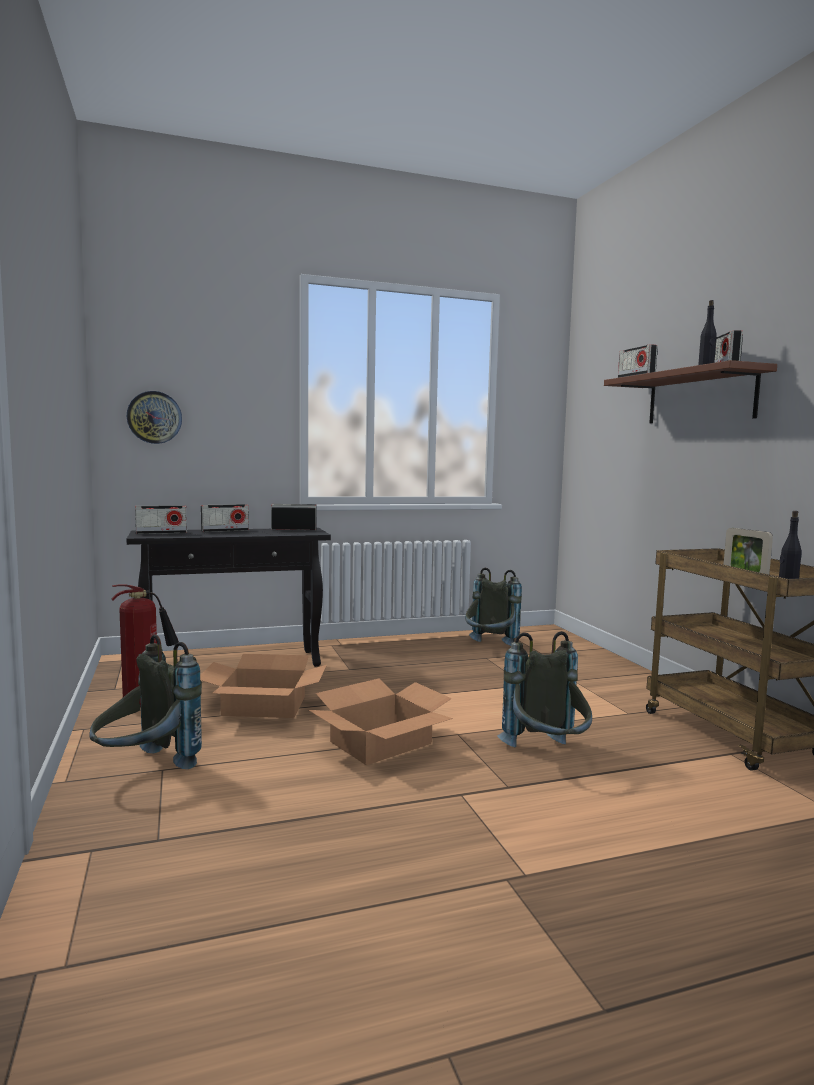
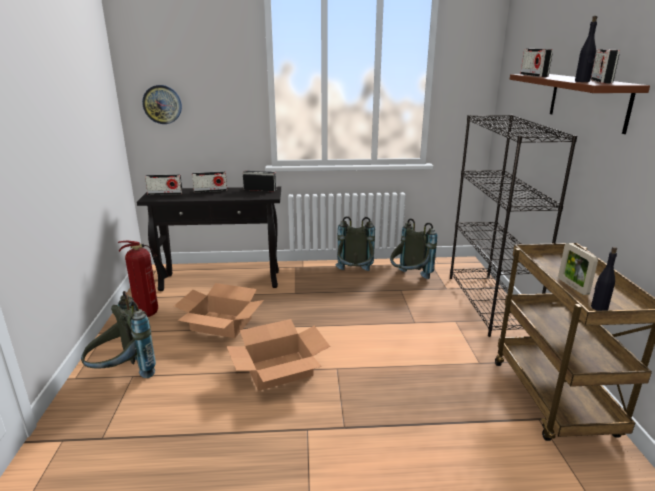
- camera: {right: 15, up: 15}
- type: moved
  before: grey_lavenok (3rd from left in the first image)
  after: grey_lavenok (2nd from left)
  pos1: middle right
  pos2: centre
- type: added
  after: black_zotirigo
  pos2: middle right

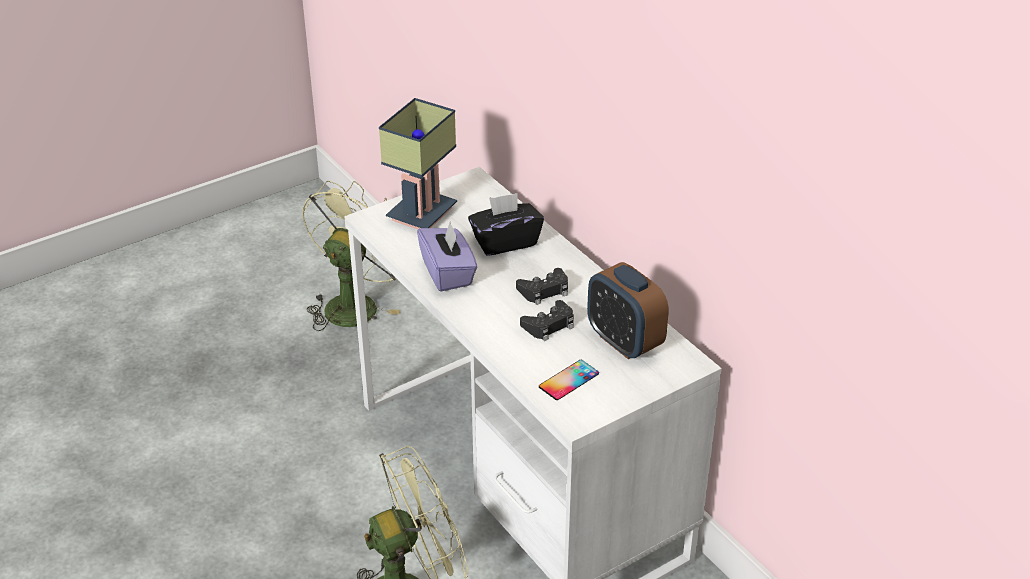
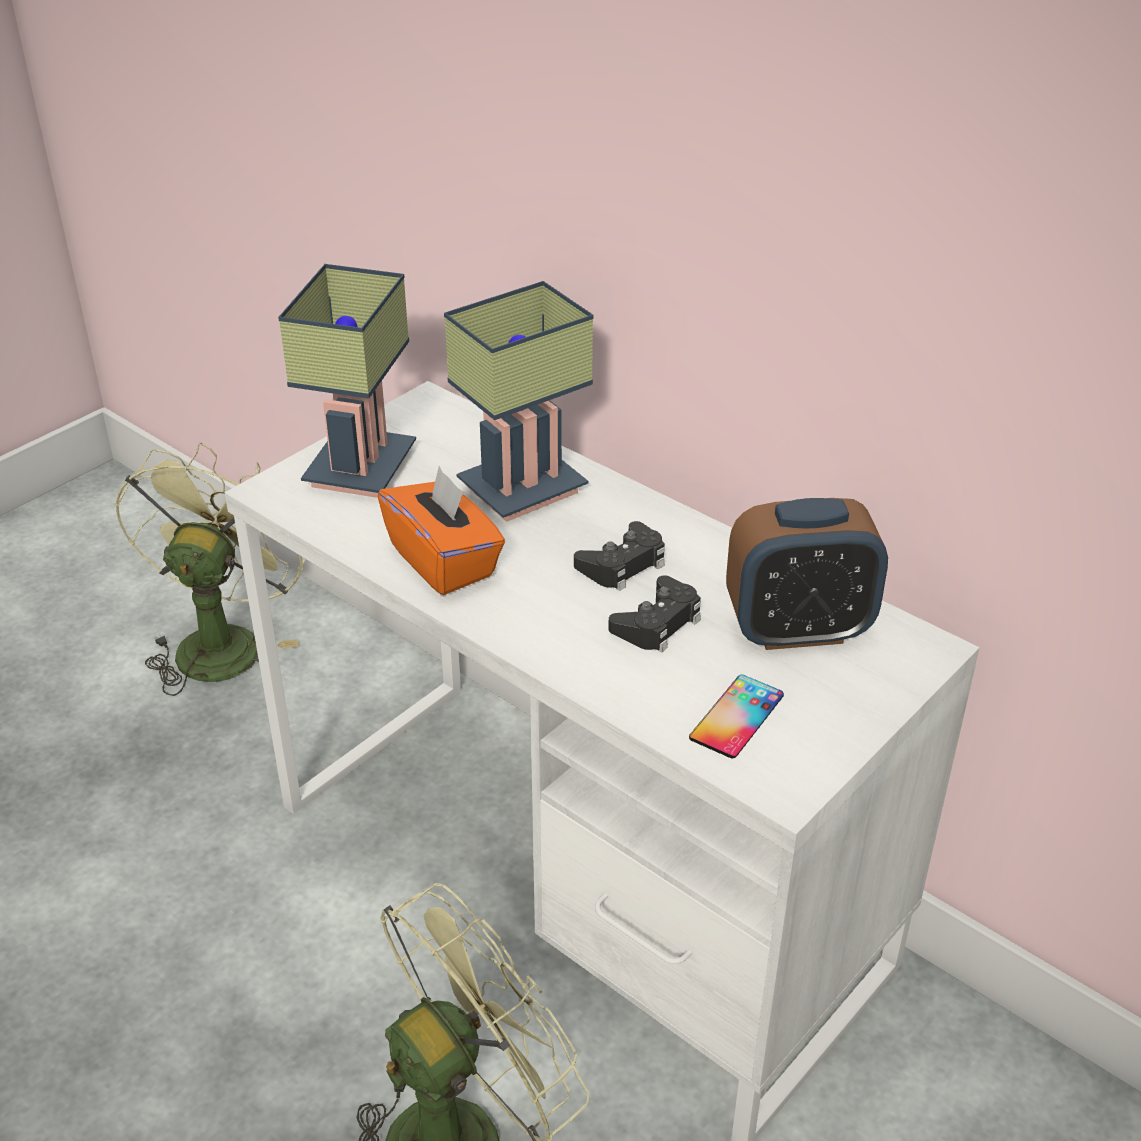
- camera: {right: -15, up: 0}
- type: recoloured
  before: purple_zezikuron
  after: orange_zezikuron
  pos1: centre
  pos2: centre
- type: replaced
  before: black_zezikuron
  after: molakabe (2nd from left)
  pos1: centre
  pos2: centre
- type: turned
  before: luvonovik
  pos1: centre
  pos2: middle right
  turn: -45

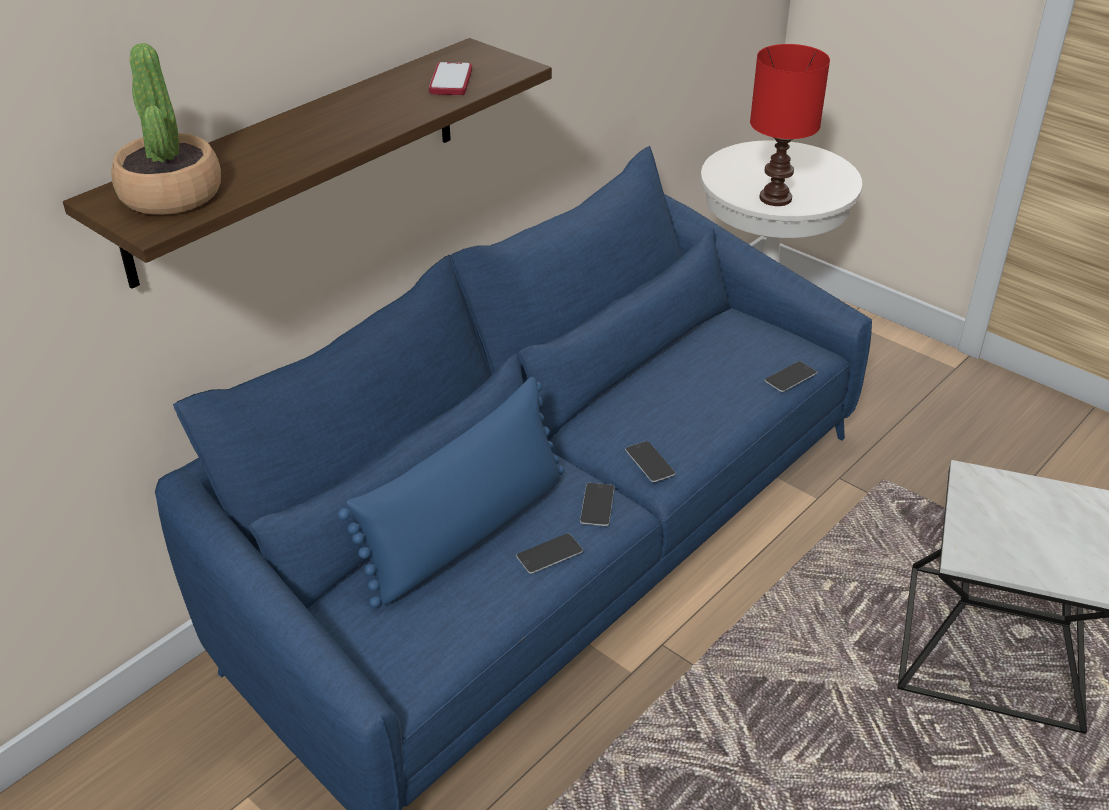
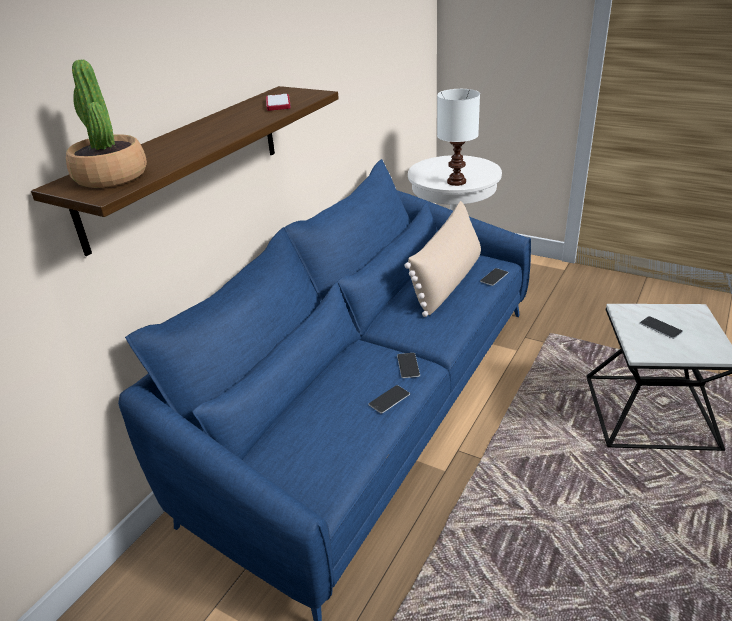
- camera: {right: -10, up: -5}
- type: removed
  before: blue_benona
  pos1: centre
- type: moved
  before: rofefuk (4th from left in the first image)
  after: rofefuk (5th from left)
  pos1: centre
  pos2: middle right
- type: recoloured
  before: red_molakabe
  after: white_molakabe
  pos1: top right
  pos2: top centre
- type: added
  after: beige_benona
  pos2: centre

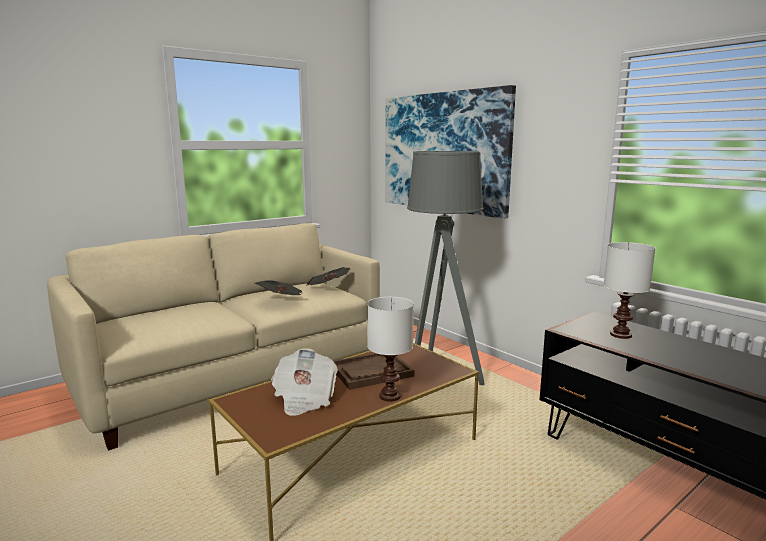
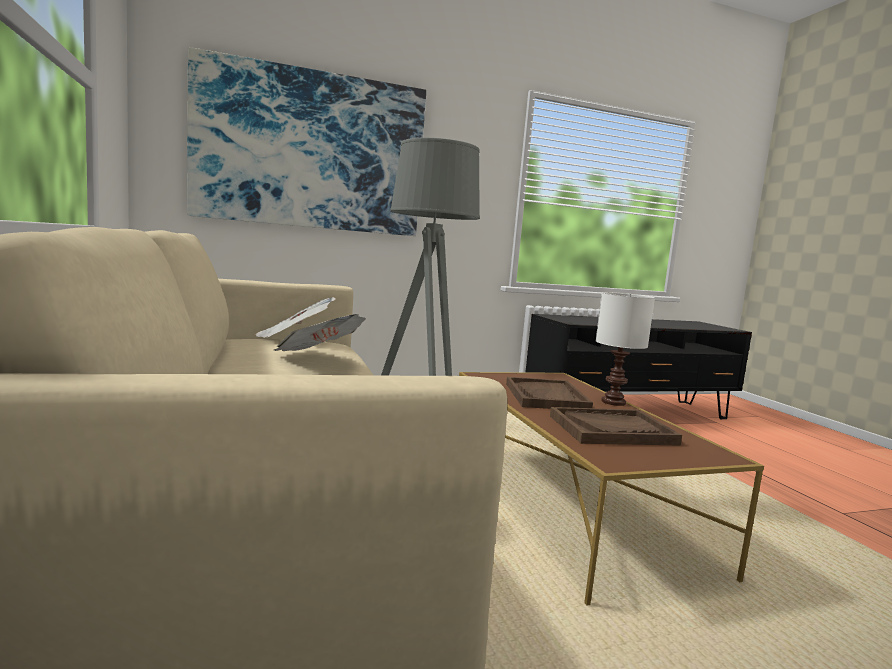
- camera: {right: -70, up: -5}
- type: replaced
  before: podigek (2nd from left)
  after: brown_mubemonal (2nd from left)
  pos1: bottom centre
  pos2: middle right
- type: removed
  before: white_molakabe (2nd from left)
  pos1: middle right

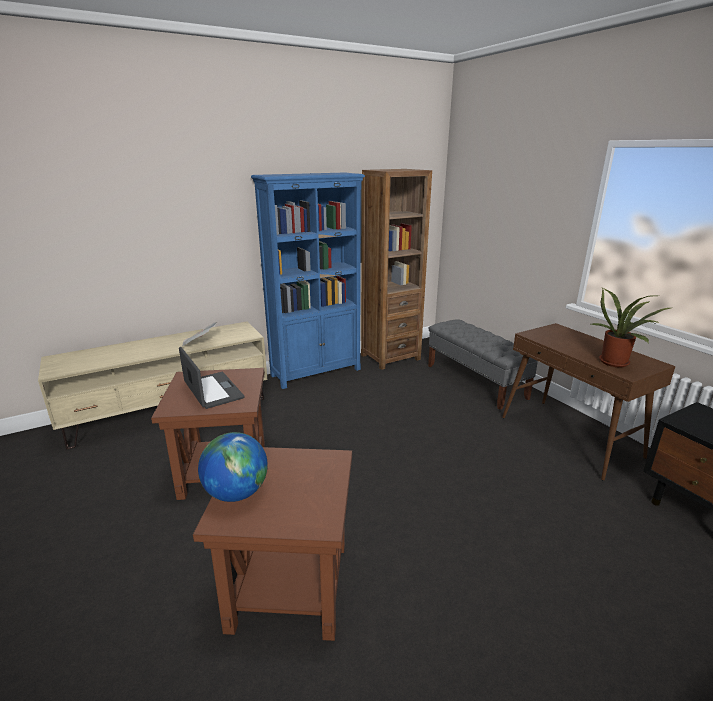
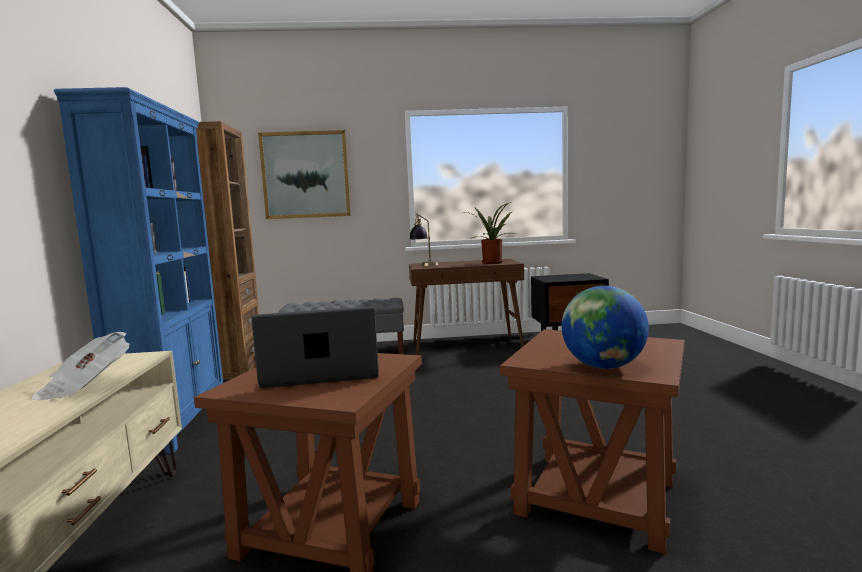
- camera: {right: -65, up: -15}
- type: added
  after: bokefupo
  pos2: top centre
- type: added
  after: molakabe
  pos2: centre

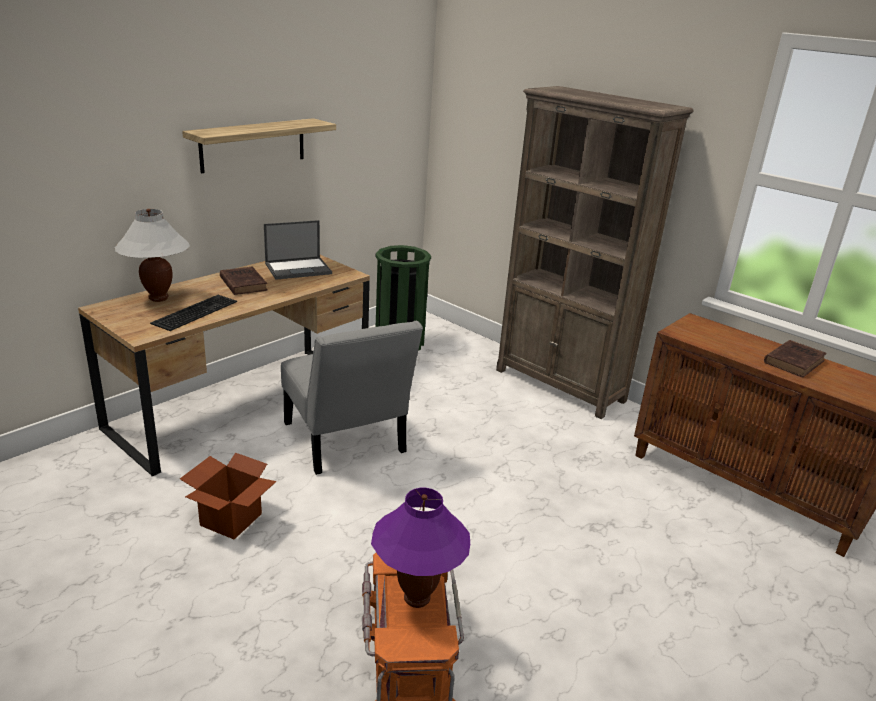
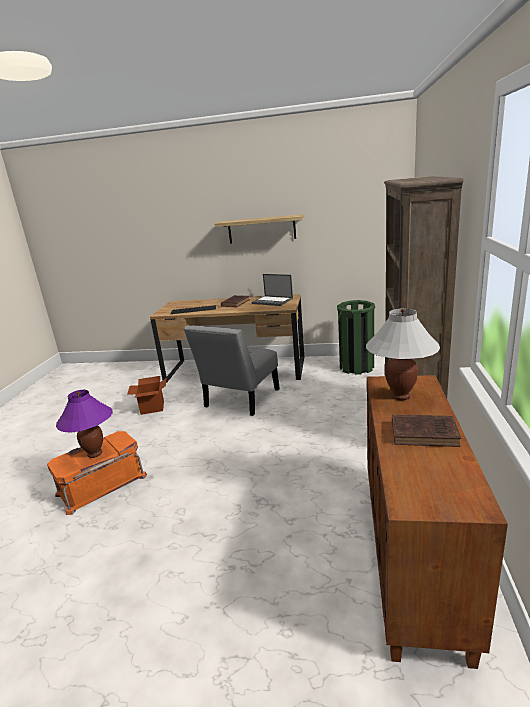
- camera: {right: 60, up: -5}
- type: moved
  before: white_molakabe
  pos1: middle left
  pos2: middle right

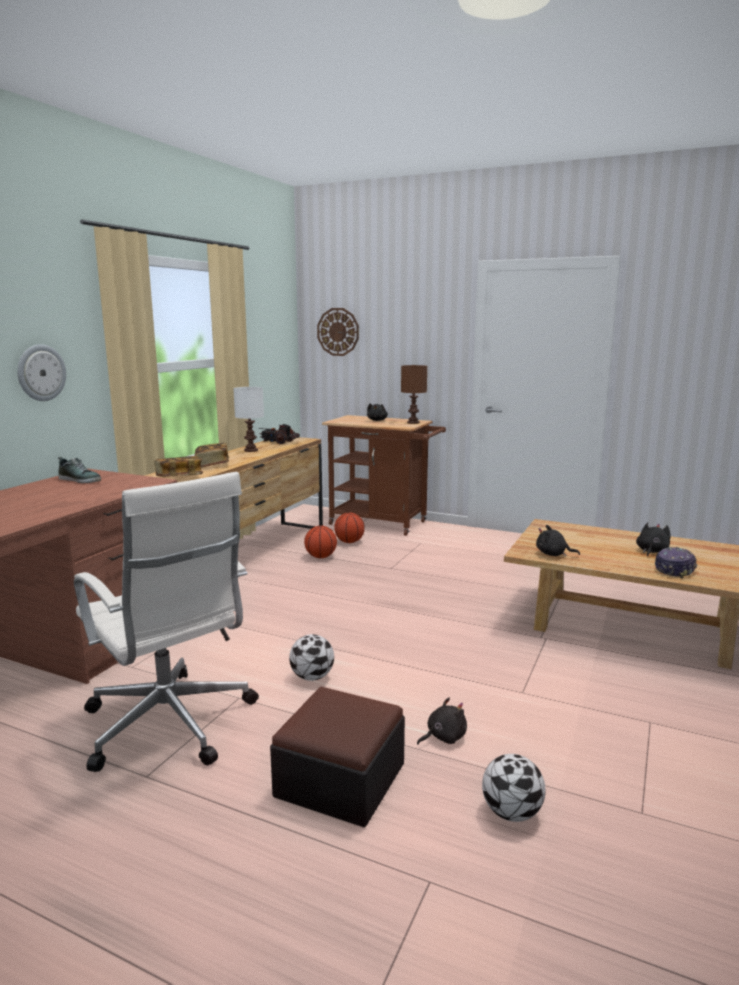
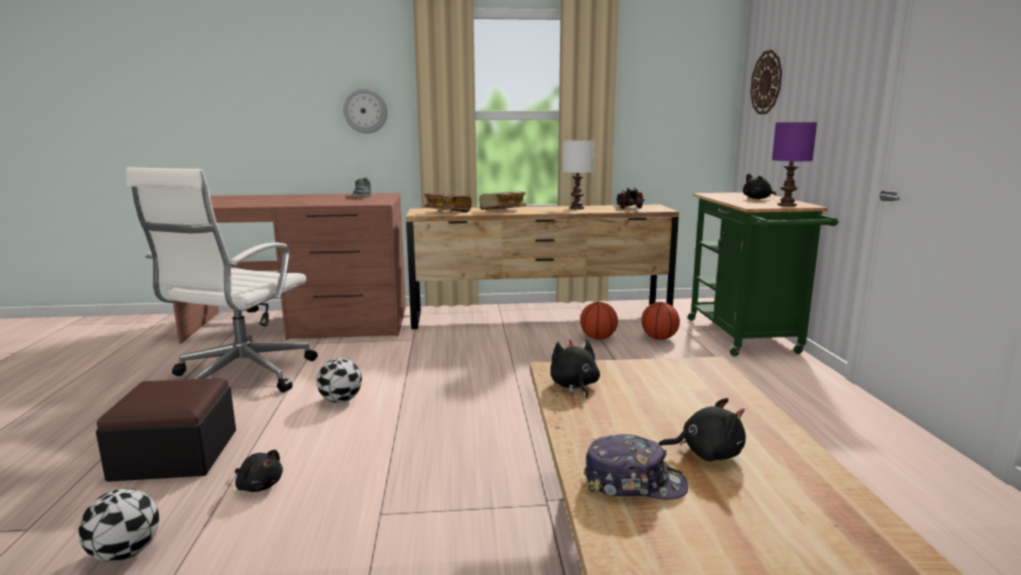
- camera: {right: 60, up: 0}
- type: recoloured
  before: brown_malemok
  after: green_malemok
  pos1: centre
  pos2: middle right
- type: recoloured
  before: brown_molakabe
  after: purple_molakabe
  pos1: centre
  pos2: top right

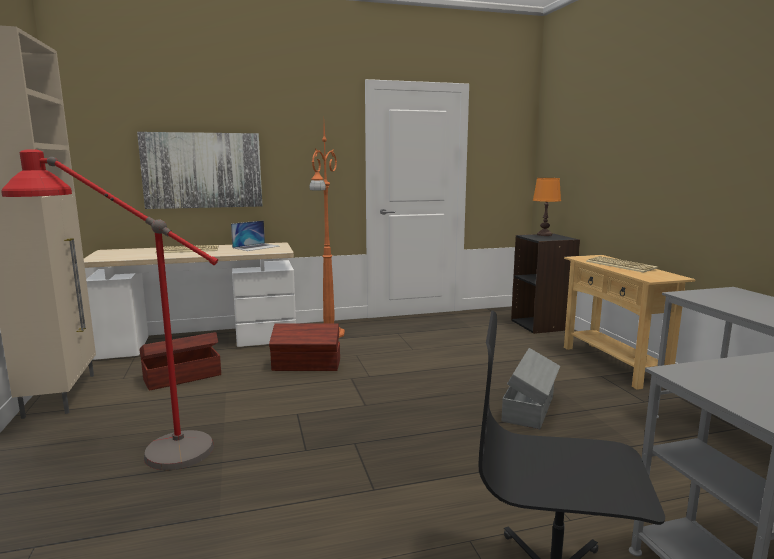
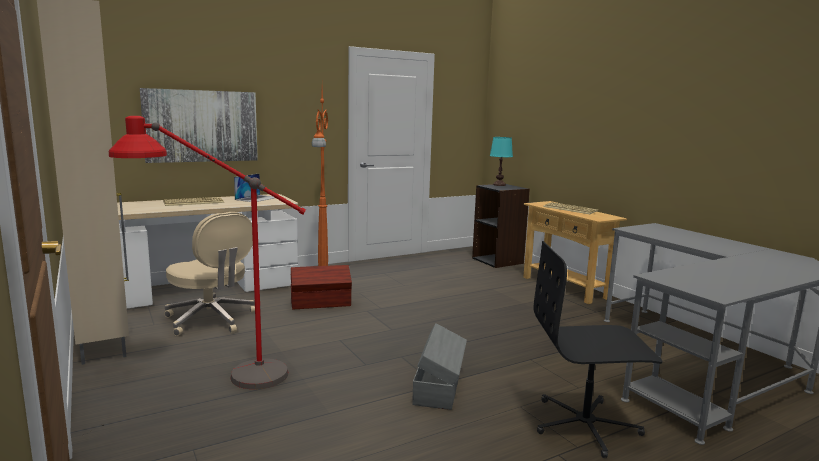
- camera: {right: -15, up: 0}
- type: replaced
  before: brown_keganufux (1st from left)
  after: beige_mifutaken
  pos1: middle left
  pos2: middle left
- type: moved
  before: grey_keganufux
  pos1: bottom right
  pos2: bottom centre
- type: recoloured
  before: orange_molakabe
  after: turquoise_molakabe
  pos1: middle right
  pos2: centre

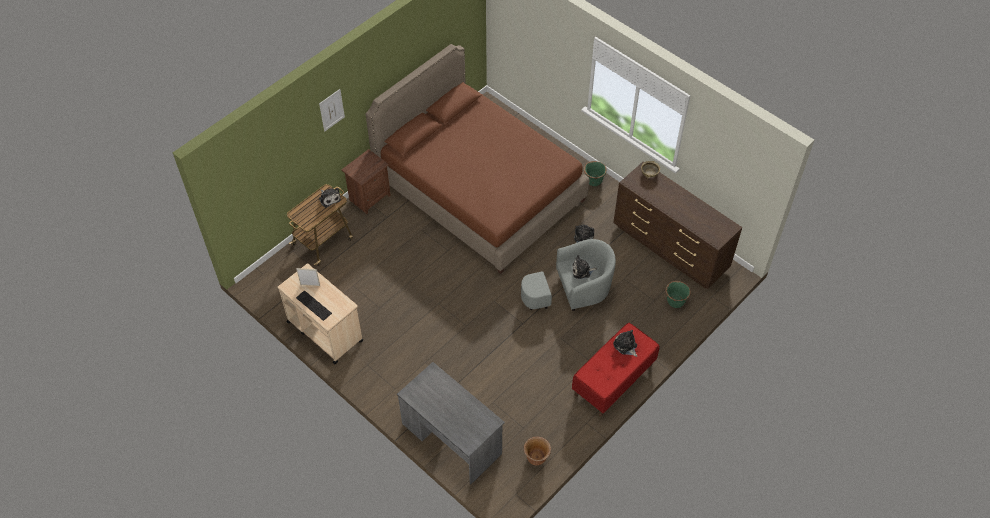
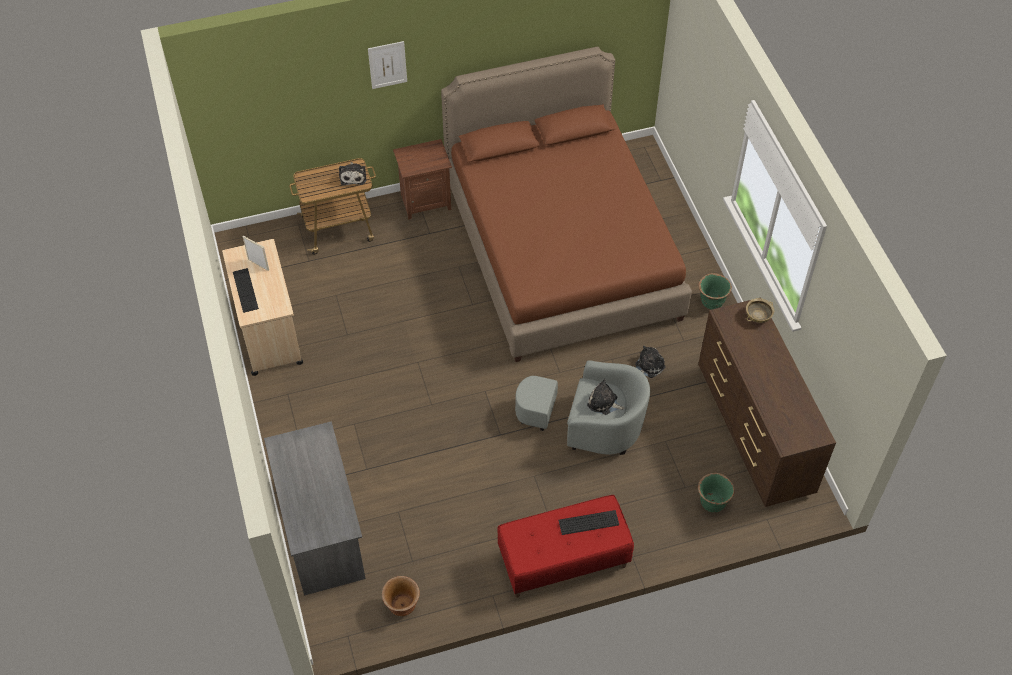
- camera: {right: 30, up: 0}
- type: replaced
  before: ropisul (4th from left)
  after: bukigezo (2nd from left)
  pos1: centre
  pos2: bottom centre

